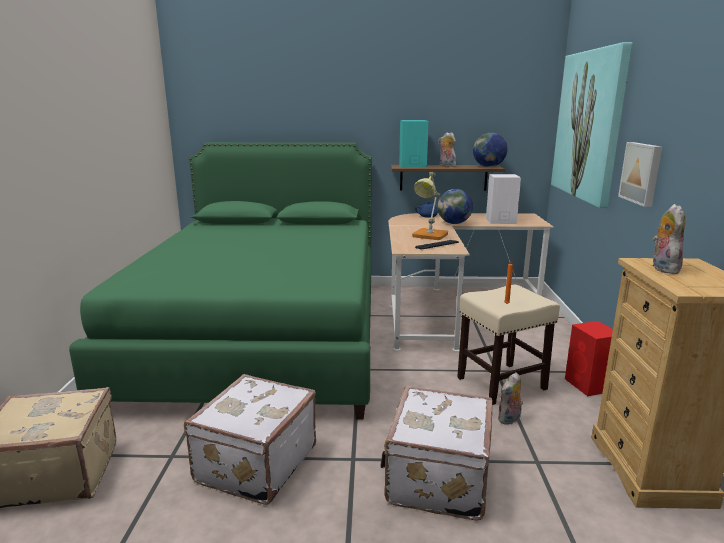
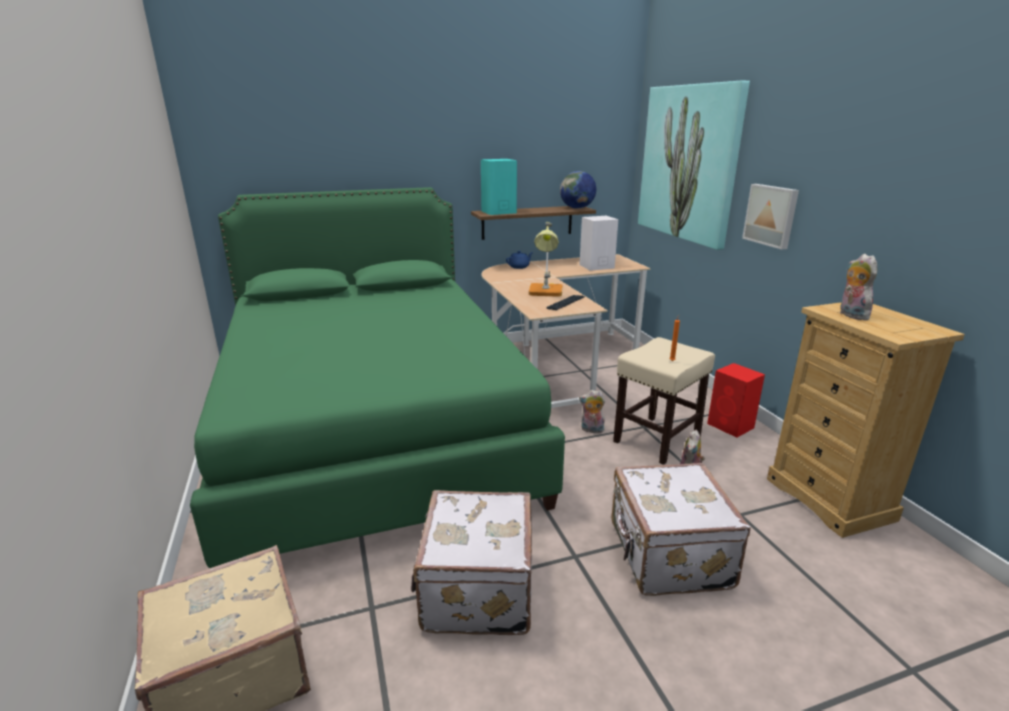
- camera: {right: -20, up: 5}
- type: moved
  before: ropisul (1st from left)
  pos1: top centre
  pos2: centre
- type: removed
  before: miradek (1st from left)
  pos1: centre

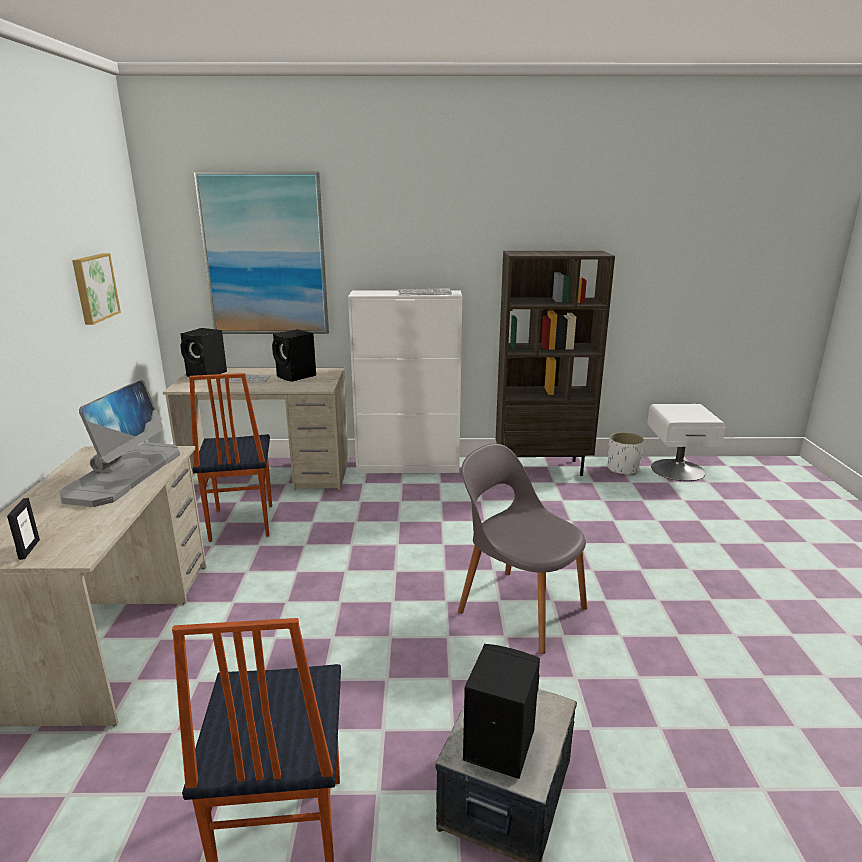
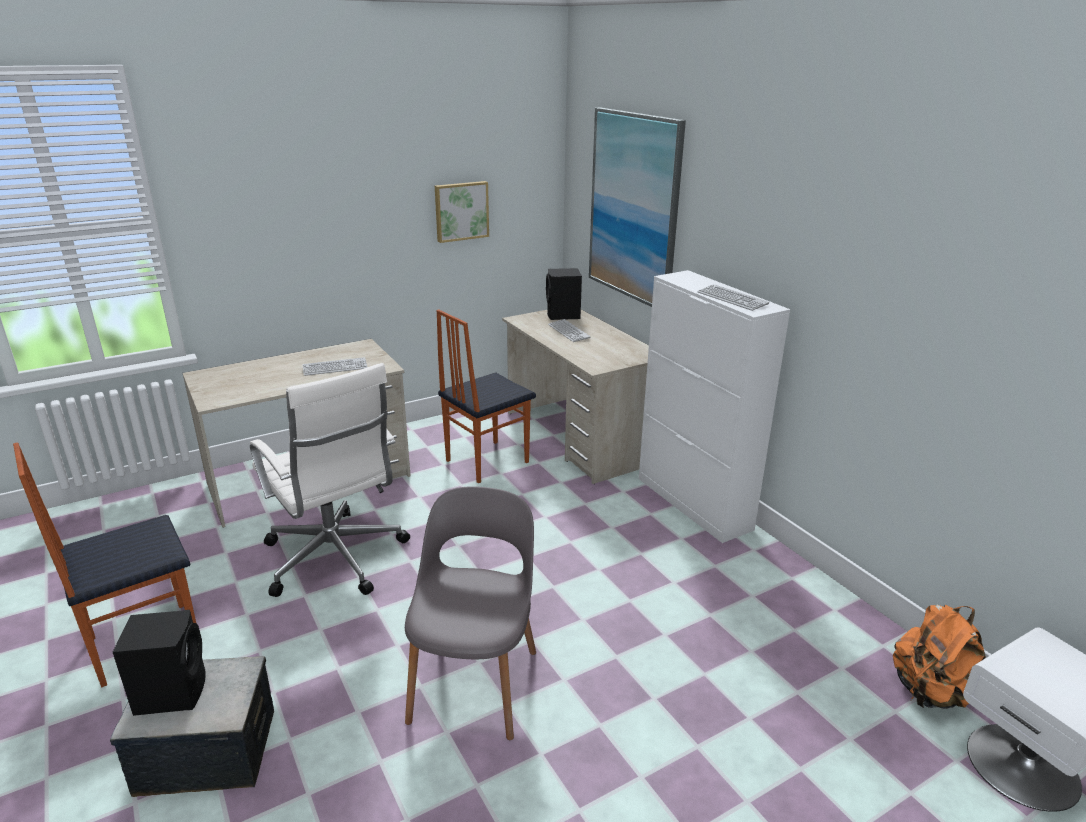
- camera: {right: 60, up: 5}
- type: removed
  before: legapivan
  pos1: middle left
- type: replaced
  before: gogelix
  after: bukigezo (1st from left)
  pos1: middle left
  pos2: middle left
- type: removed
  before: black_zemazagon (2nd from left)
  pos1: centre
- type: removed
  before: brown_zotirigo
  pos1: centre
- type: replaced
  before: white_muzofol
  after: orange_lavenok
  pos1: middle right
  pos2: bottom right
- type: added
  after: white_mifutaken
  pos2: middle left

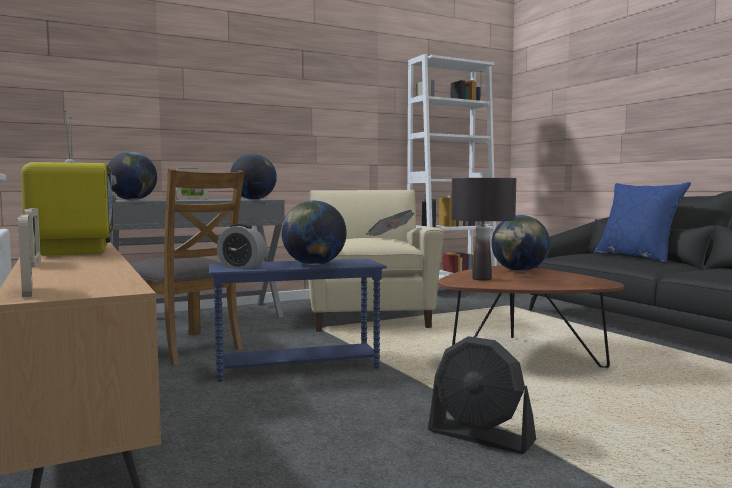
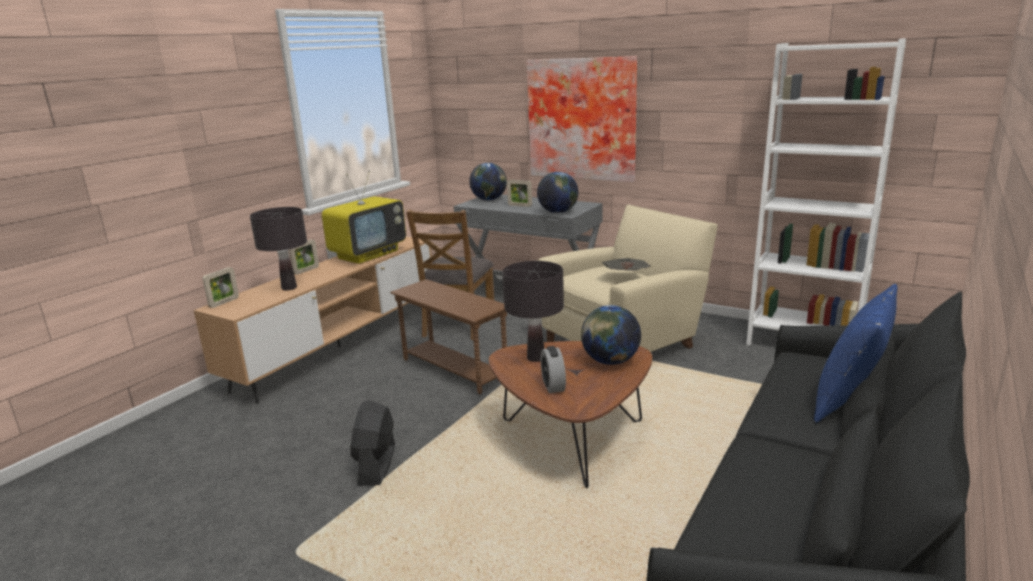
- camera: {right: 60, up: 15}
- type: recoloured
  before: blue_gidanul
  after: brown_gidanul
  pos1: centre
  pos2: centre
- type: moved
  before: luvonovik
  pos1: middle left
  pos2: centre
- type: removed
  before: miradek (3rd from left)
  pos1: centre
- type: added
  after: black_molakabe (1st from left)
  pos2: middle left
- type: added
  after: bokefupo
  pos2: top centre

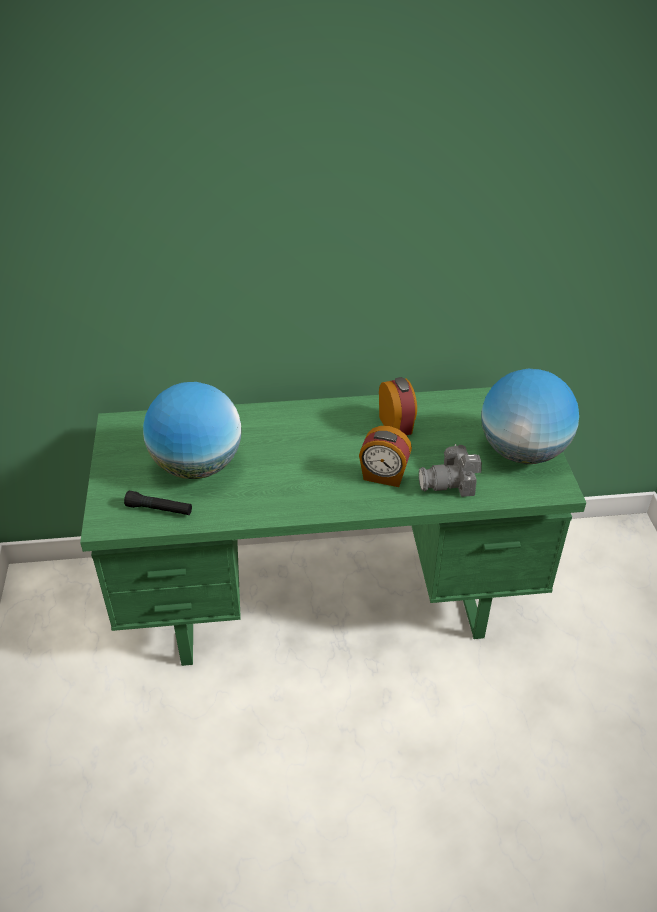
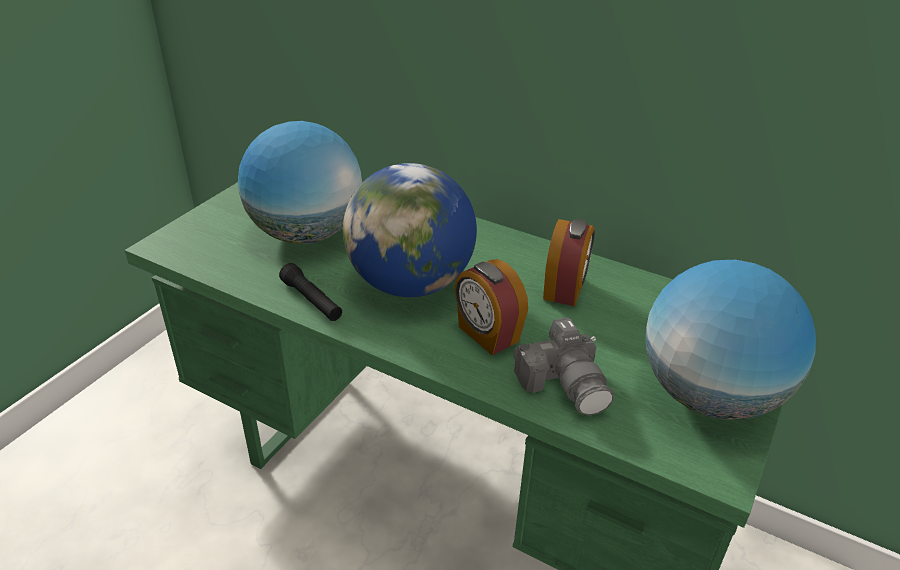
- camera: {right: 35, up: -5}
- type: moved
  before: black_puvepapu
  pos1: middle left
  pos2: centre
- type: turned
  before: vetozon
  pos1: middle right
  pos2: centre
  turn: -135
- type: added
  after: miradek (2nd from left)
  pos2: centre

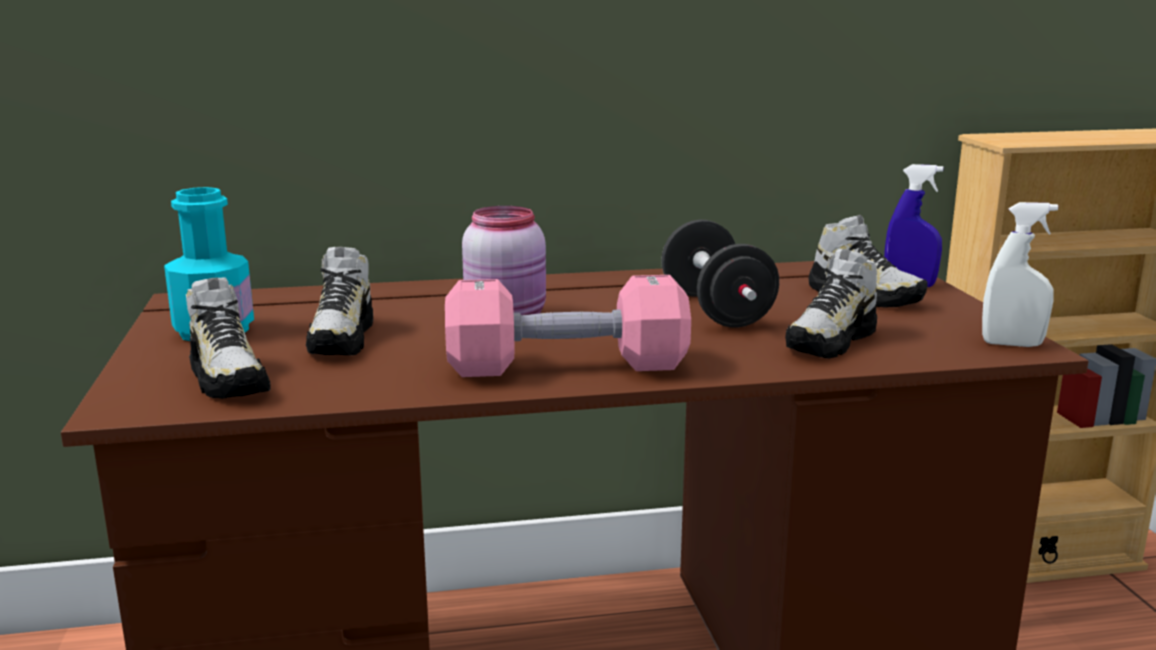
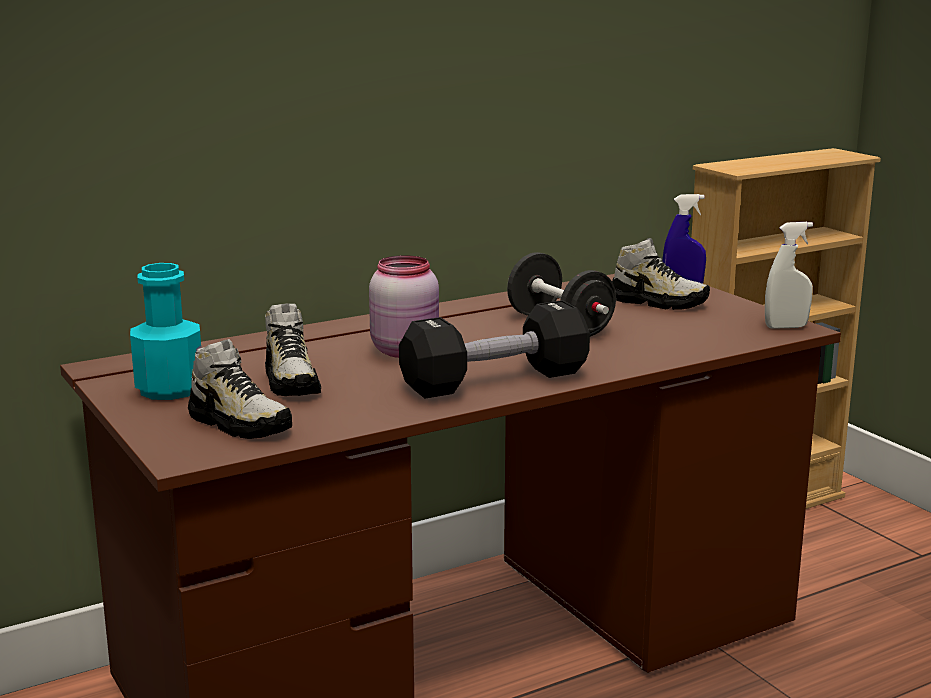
- camera: {right: -20, up: 0}
- type: recoloured
  before: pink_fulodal
  after: black_fulodal (1st from left)
  pos1: centre
  pos2: centre
- type: removed
  before: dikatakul (3rd from left)
  pos1: middle right

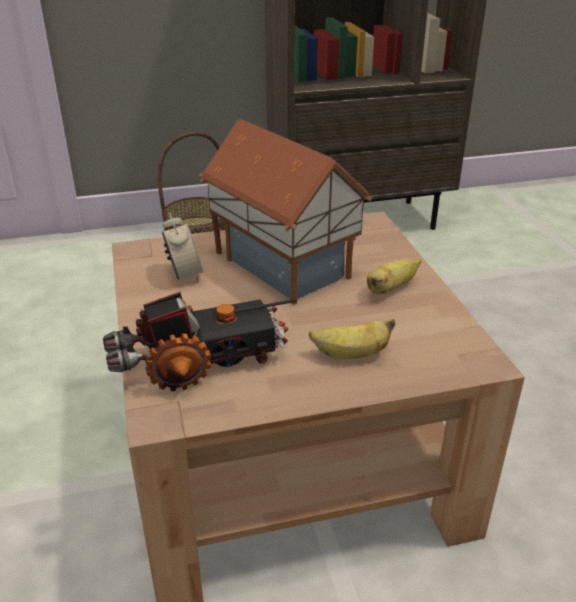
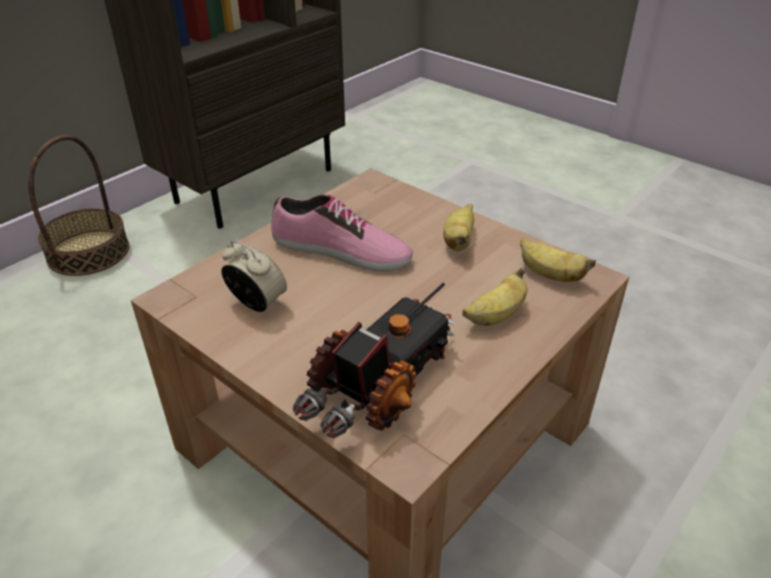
- camera: {right: -35, up: 5}
- type: replaced
  before: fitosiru
  after: dikatakul
  pos1: centre
  pos2: centre
- type: added
  after: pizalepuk (3rd from left)
  pos2: middle right

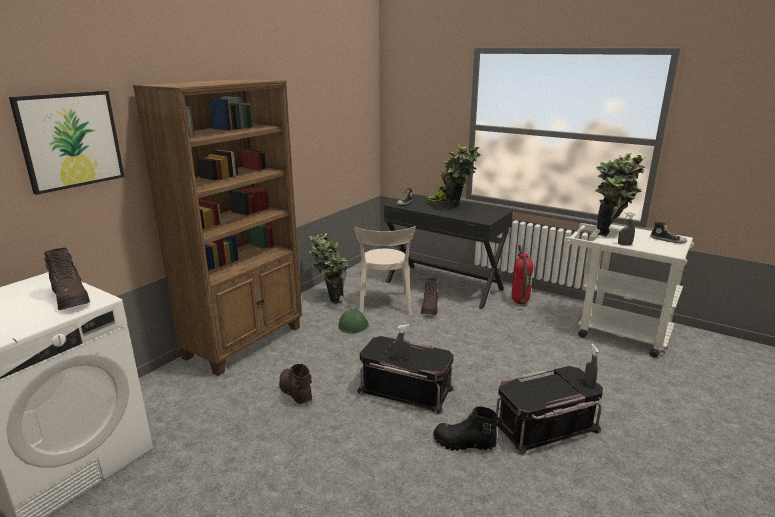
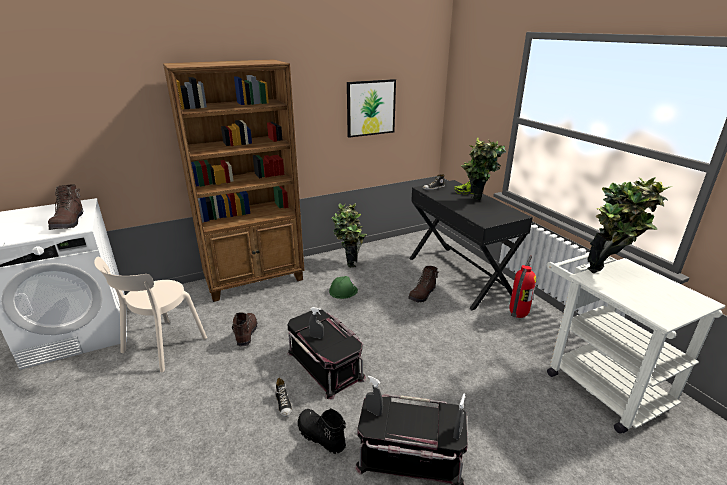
- camera: {right: 30, up: 5}
- type: moved
  before: bokefupo
  pos1: top left
  pos2: top centre
- type: moved
  before: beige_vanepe
  pos1: centre
  pos2: middle left
- type: moved
  before: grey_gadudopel (3rd from left in the first image)
  after: grey_gadudopel (2nd from left)
  pos1: middle right
  pos2: bottom centre
- type: moved
  before: dikatakul (3rd from left in the first image)
  after: dikatakul (1st from left)
  pos1: middle right
  pos2: bottom centre

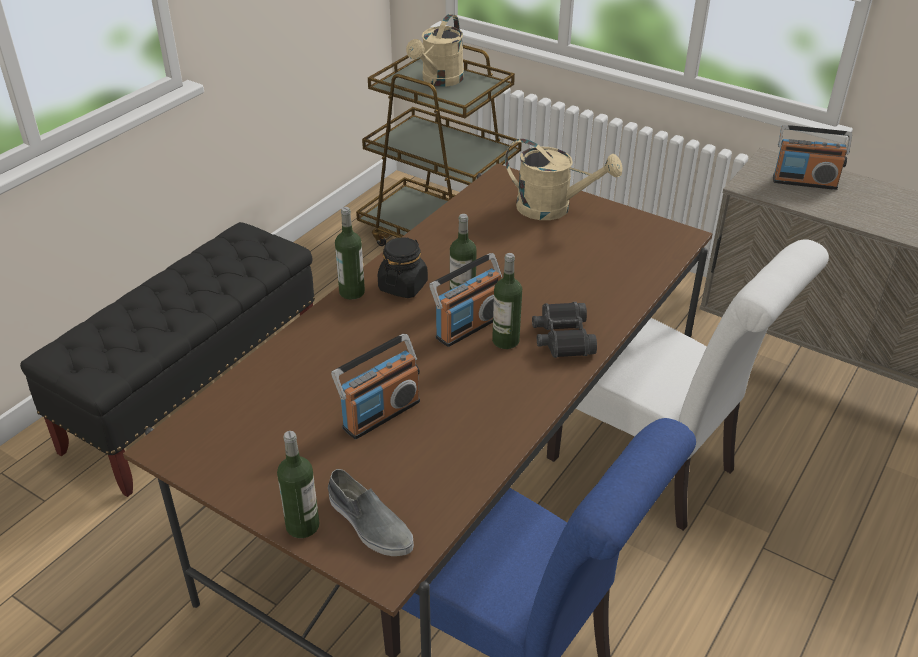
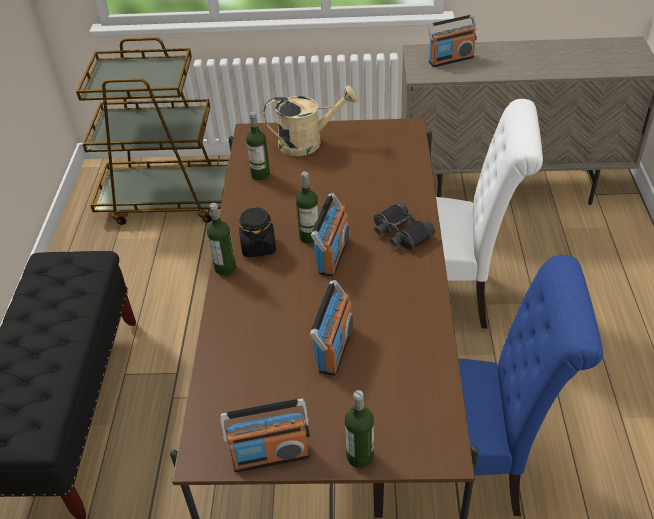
- camera: {right: -30, up: 5}
- type: removed
  before: grey_dikatakul
  pos1: bottom centre
- type: removed
  before: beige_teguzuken (1st from left)
  pos1: top centre
- type: moved
  before: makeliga (4th from left in the first image)
  after: makeliga (2nd from left)
  pos1: centre
  pos2: top centre
- type: added
  after: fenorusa (1st from left)
  pos2: bottom centre

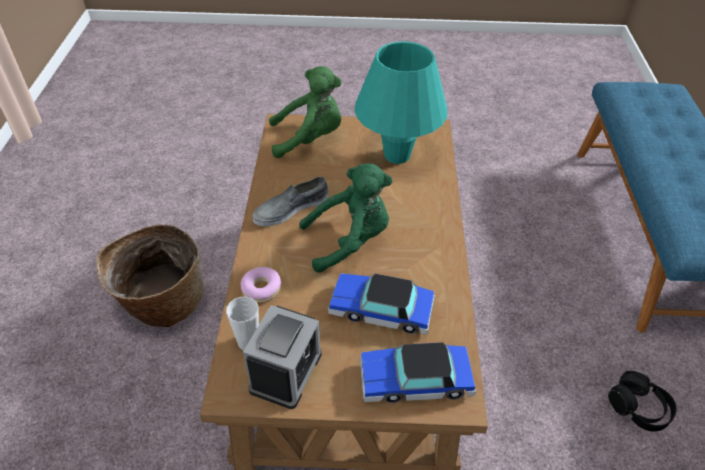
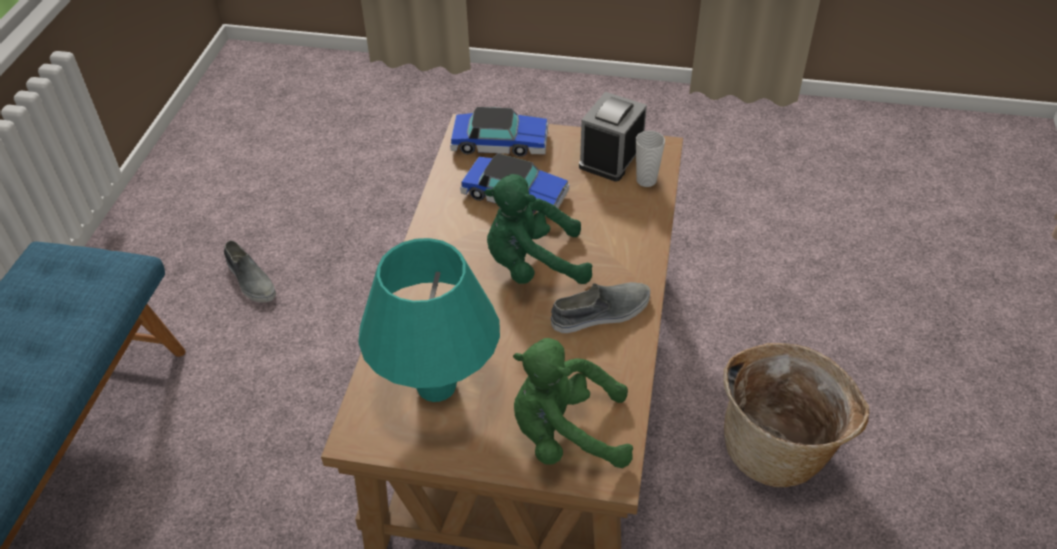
- camera: {right: -170, up: 0}
- type: removed
  before: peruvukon
  pos1: centre
- type: replaced
  before: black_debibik
  after: grey_dikatakul (1st from left)
  pos1: bottom right
  pos2: middle left

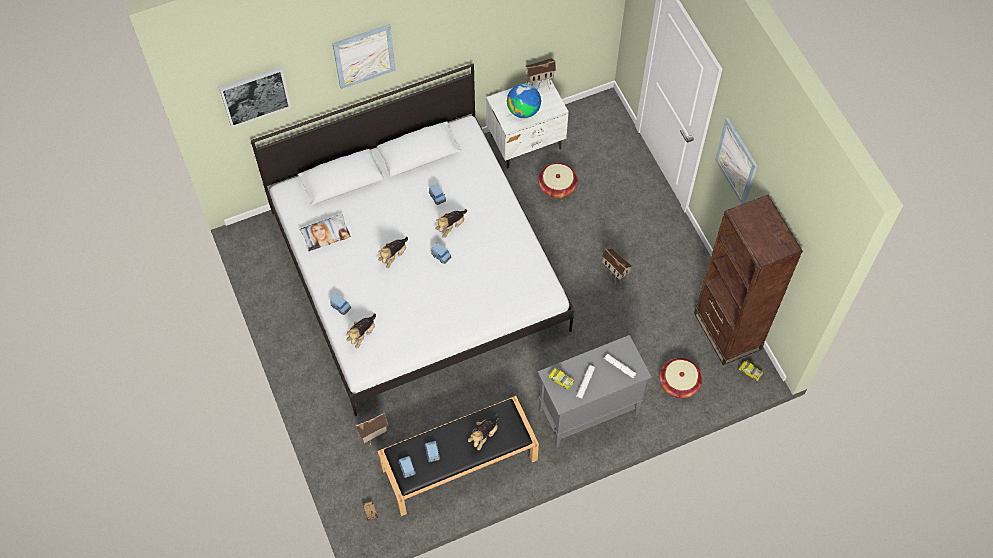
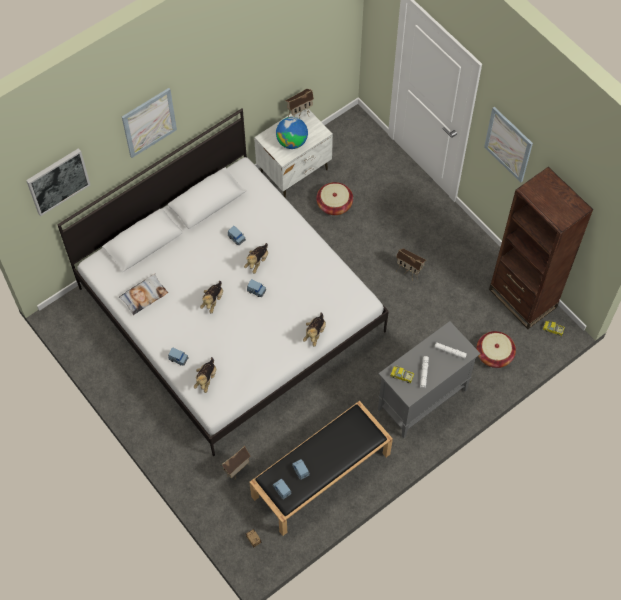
- camera: {right: -15, up: 0}
- type: moved
  before: ropisul (4th from left)
  pos1: bottom centre
  pos2: centre

